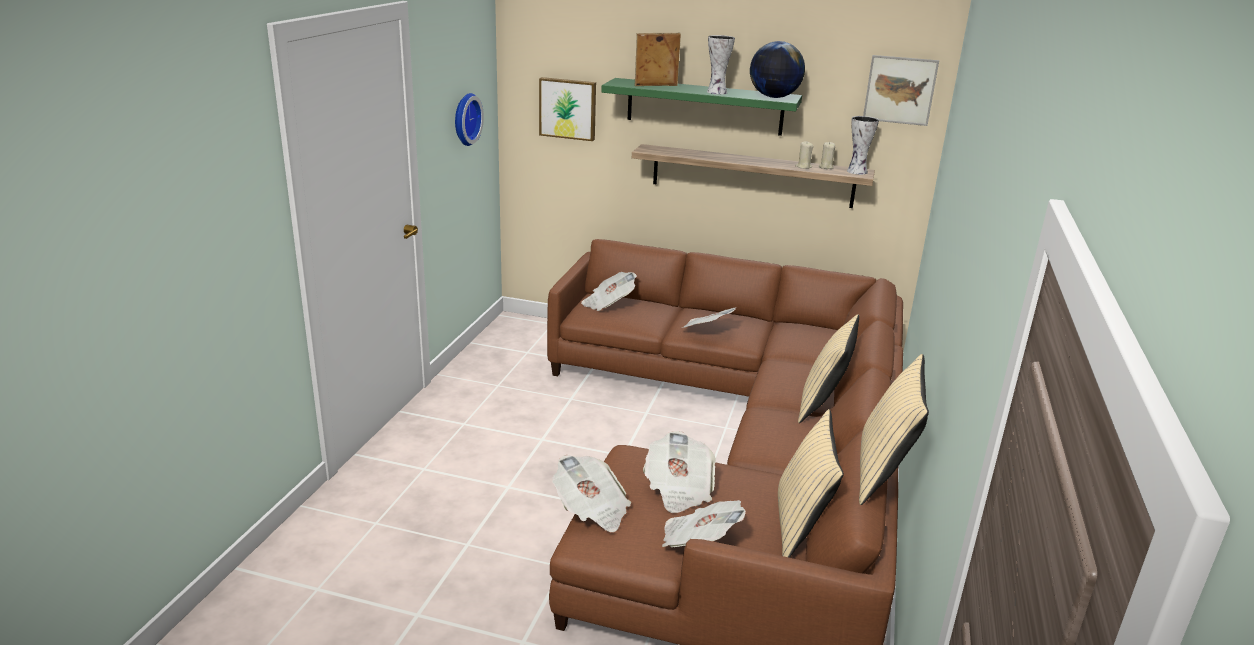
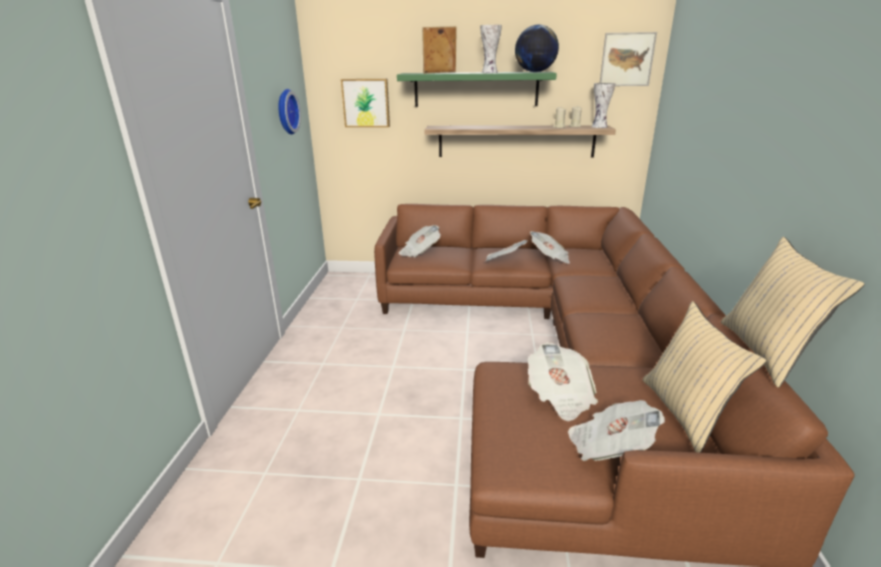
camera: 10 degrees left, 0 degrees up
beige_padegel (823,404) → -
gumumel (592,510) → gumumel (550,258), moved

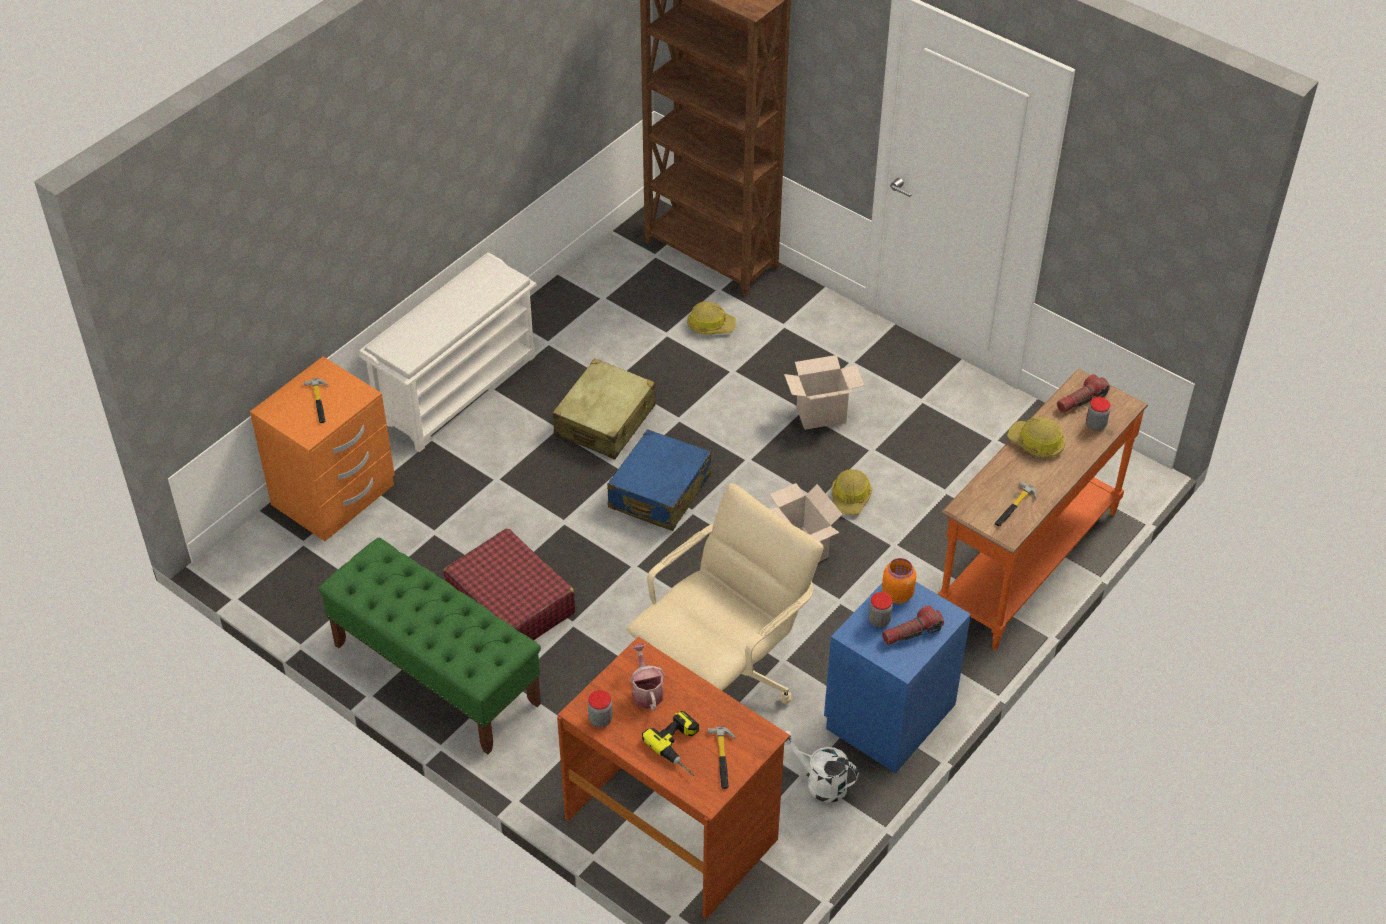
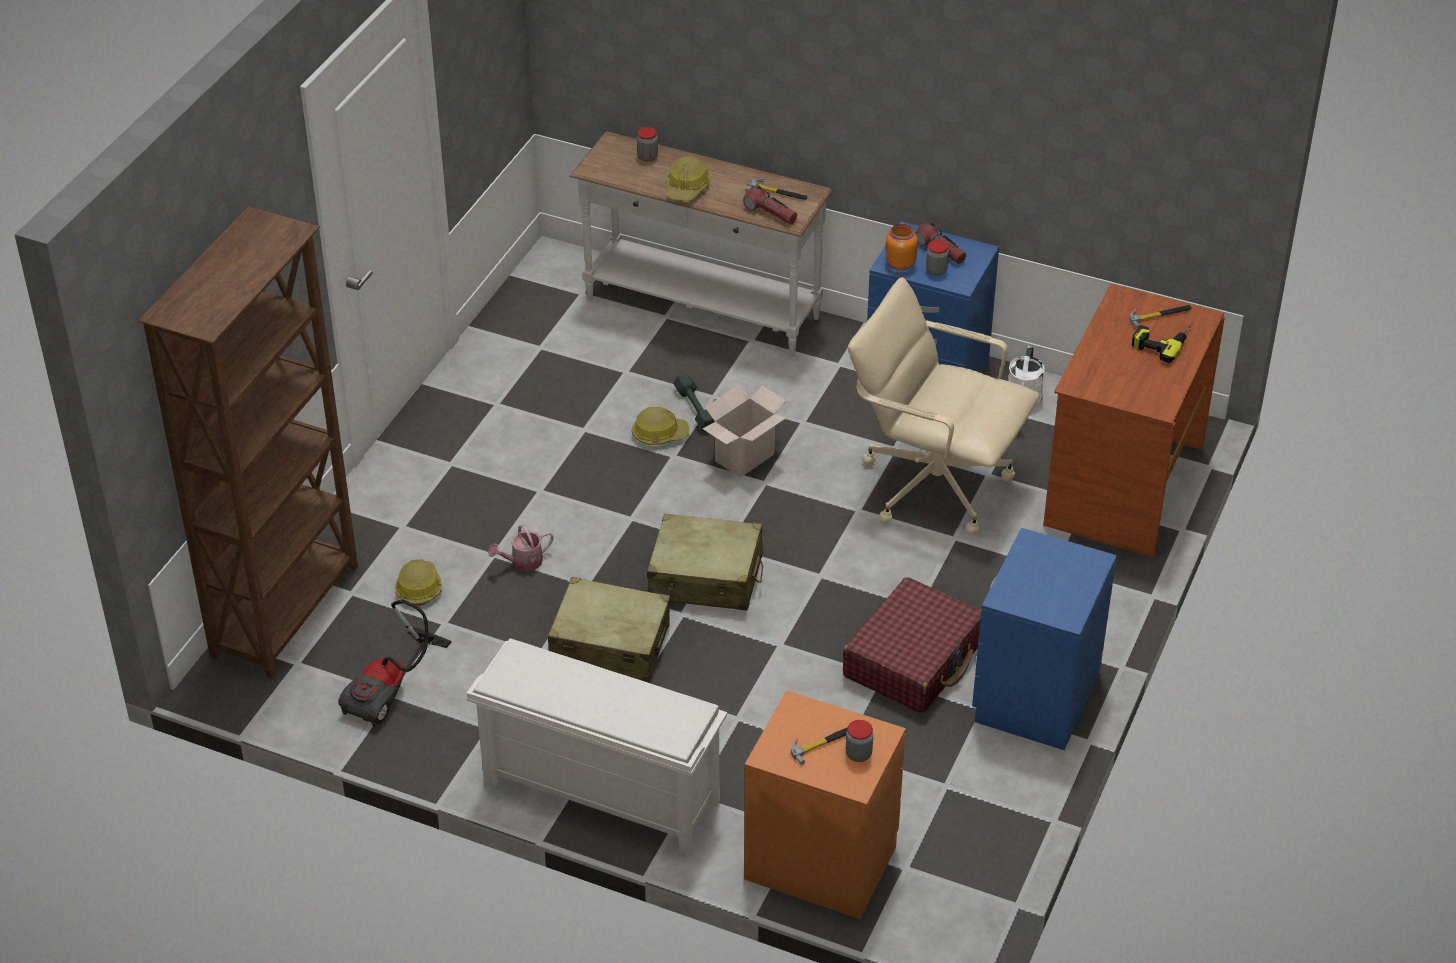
camera: 105 degrees left, 5 degrees down
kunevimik (822,414) → -
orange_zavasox (1026,562) → white_zavasox (701,310)
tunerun (1081,400) → tunerun (770,213), moved
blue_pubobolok (659,492) → beige_pubobolok (706,577)
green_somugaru (435,674) → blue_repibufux (1034,695)
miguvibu (646,691) → miguvibu (523,562), moved
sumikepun (600,719) → sumikepun (858,754), moved
- → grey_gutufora (695,409)
- → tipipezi (393,689)

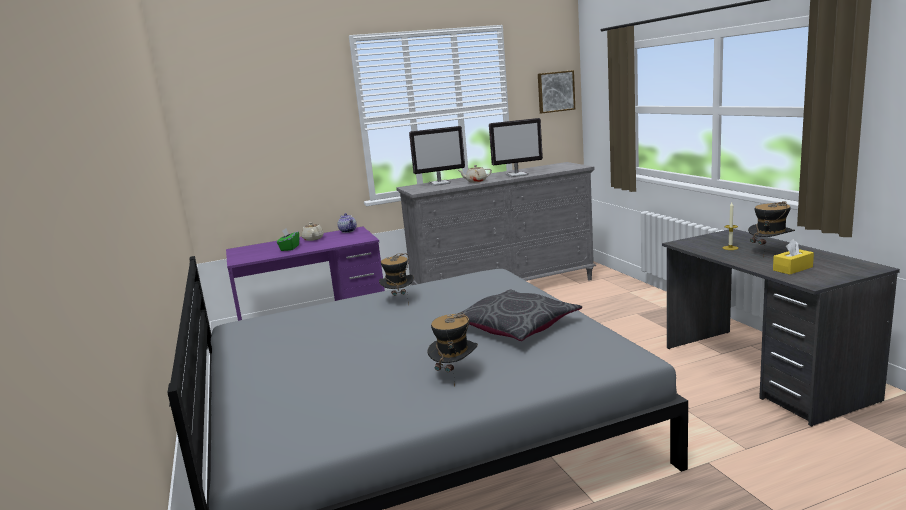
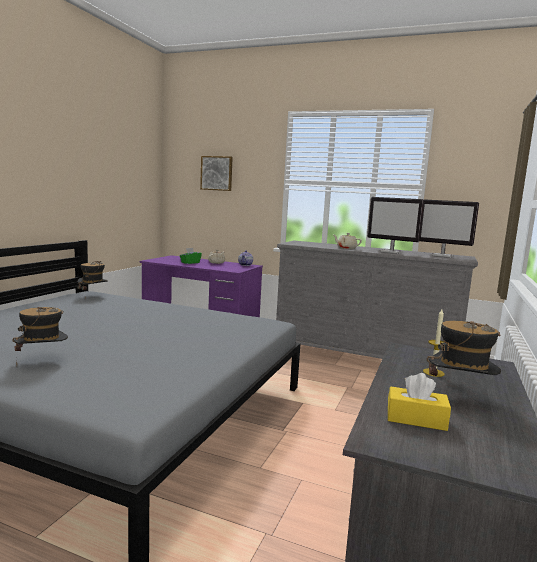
camera: 40 degrees right, 5 degrees down
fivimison (555,91) → fivimison (217,173), moved
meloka (440,183) → meloka (442,256), moved
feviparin (399,300) → feviparin (93,296), moved
grey_padegel (516,326) → -

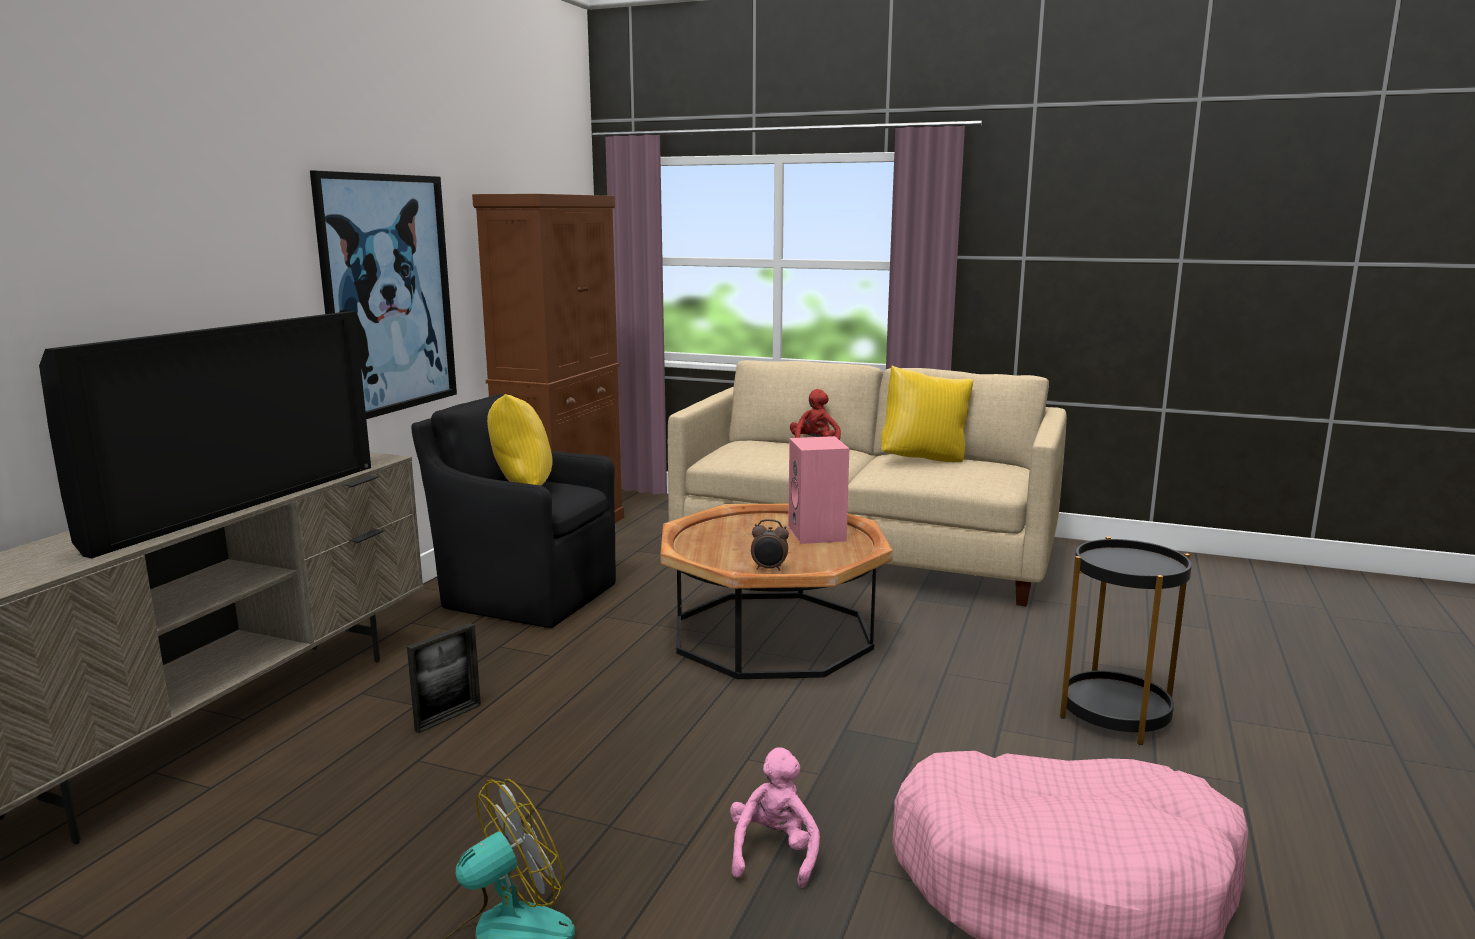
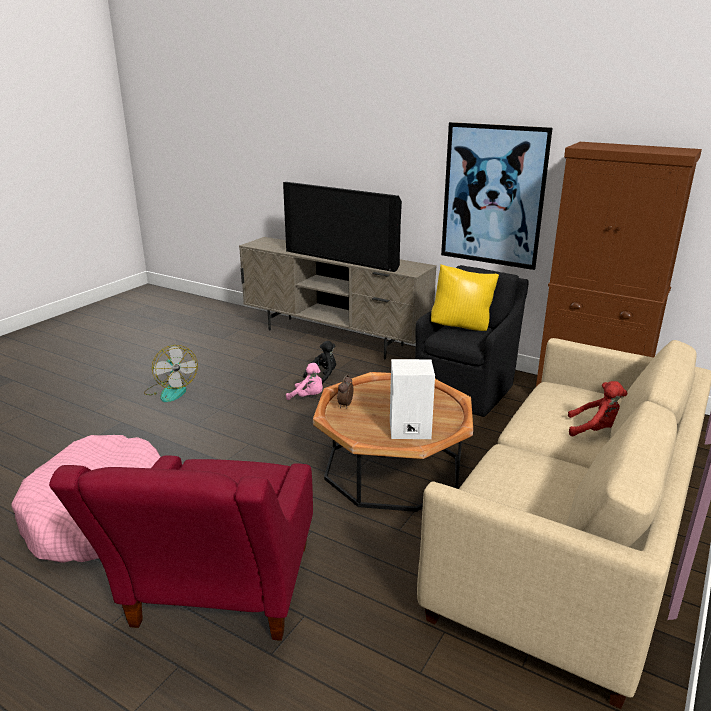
camera: 100 degrees right, 10 degrees up
yellow_padegel (924,459) → -
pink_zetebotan (818,534) → white_zetebotan (408,430)
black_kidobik (1115,715) → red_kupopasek (218,597)
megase (448,717) → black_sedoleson (323,376)
pink_sedoleson (774,853) → pink_sedoleson (308,397), moved

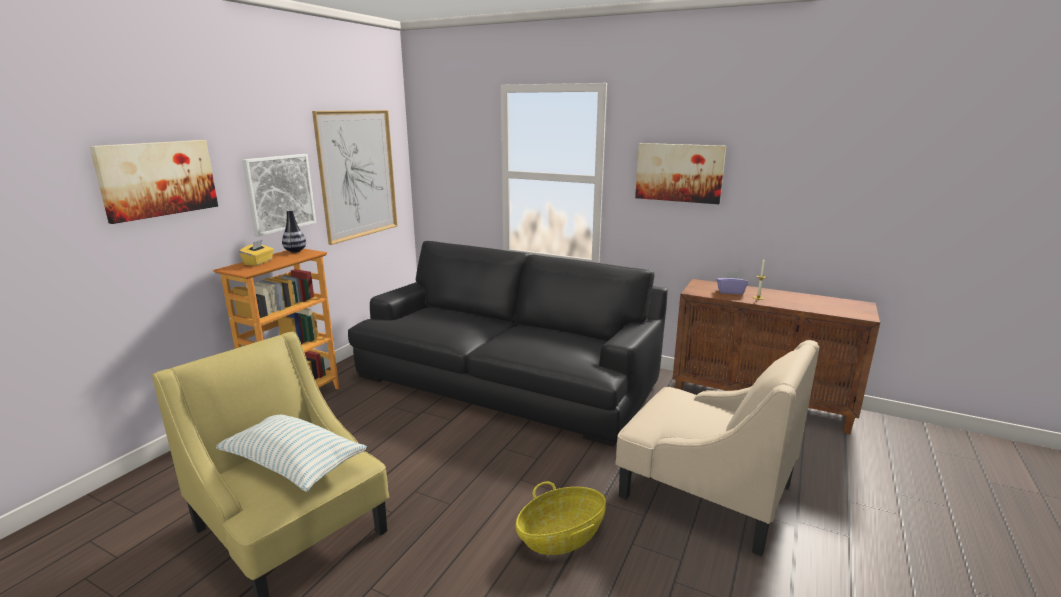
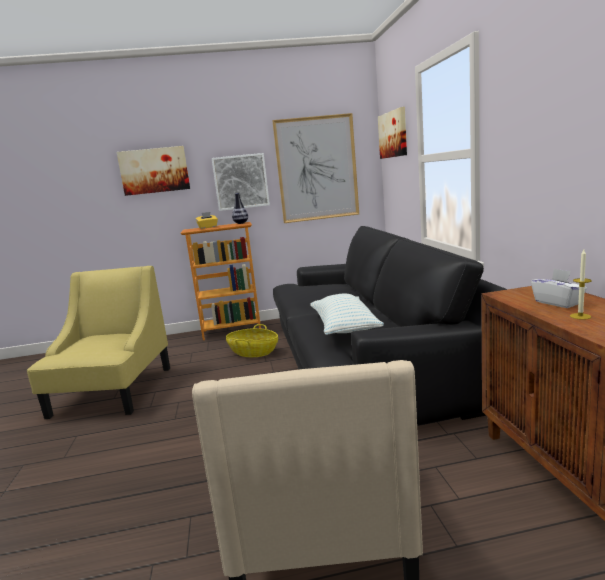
camera: 55 degrees right, 5 degrees down
fivimison (679,172) → fivimison (393,134), moved
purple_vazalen (730,292) → white_vazalen (557,303)
padegel (293,464) → padegel (344,327), moved
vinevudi (561,536) → vinevudi (253,352), moved

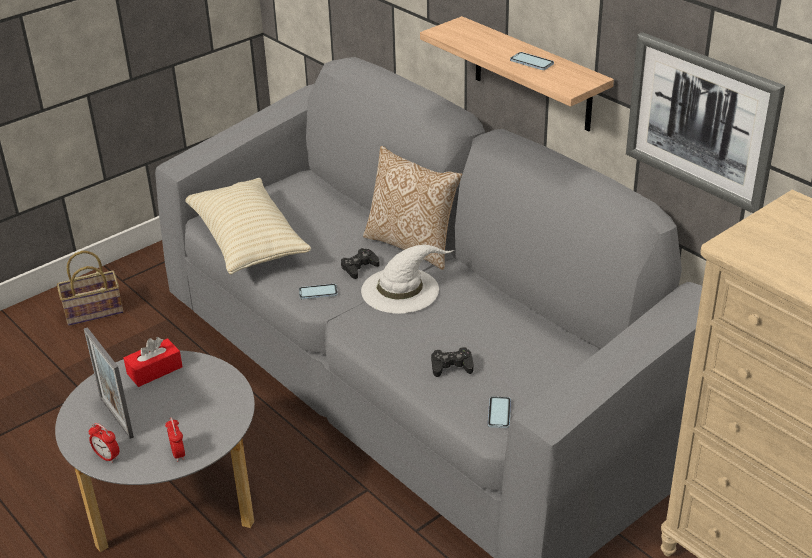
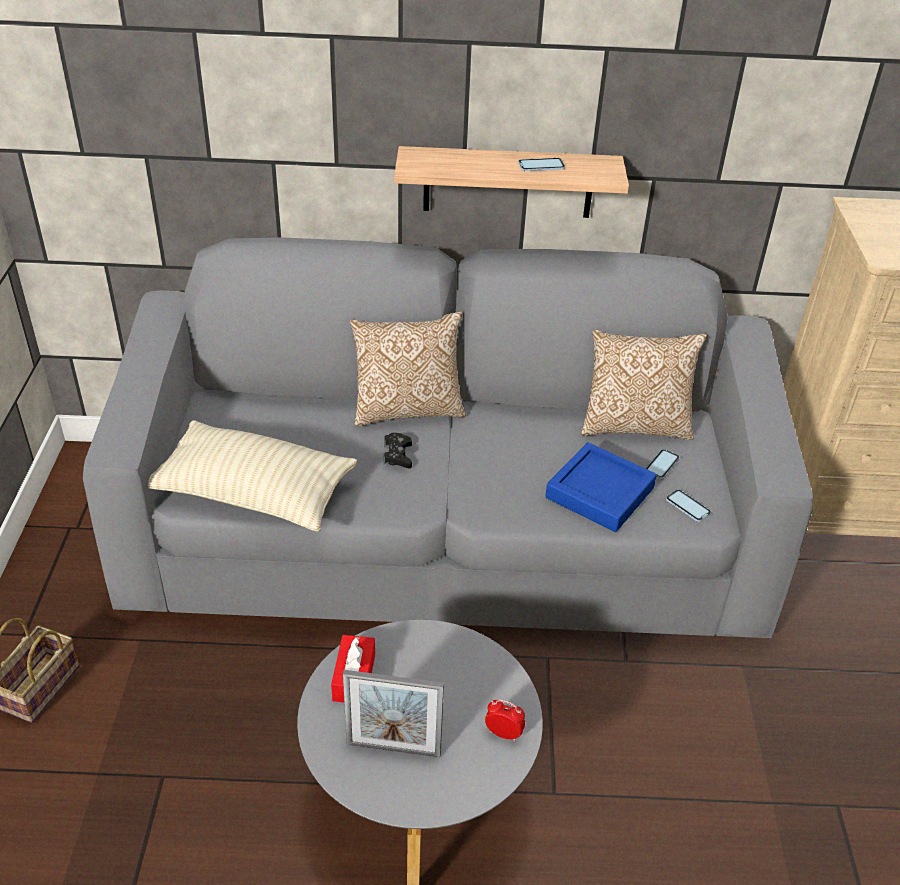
camera: 50 degrees left, 5 degrees up
fivimison (701,121) → -
white_feviparin (401,289) → -
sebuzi (318,293) → sebuzi (662,465), moved
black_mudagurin (451,366) → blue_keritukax (599,493)
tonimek (107,457) → -
- → padegel (635,425)

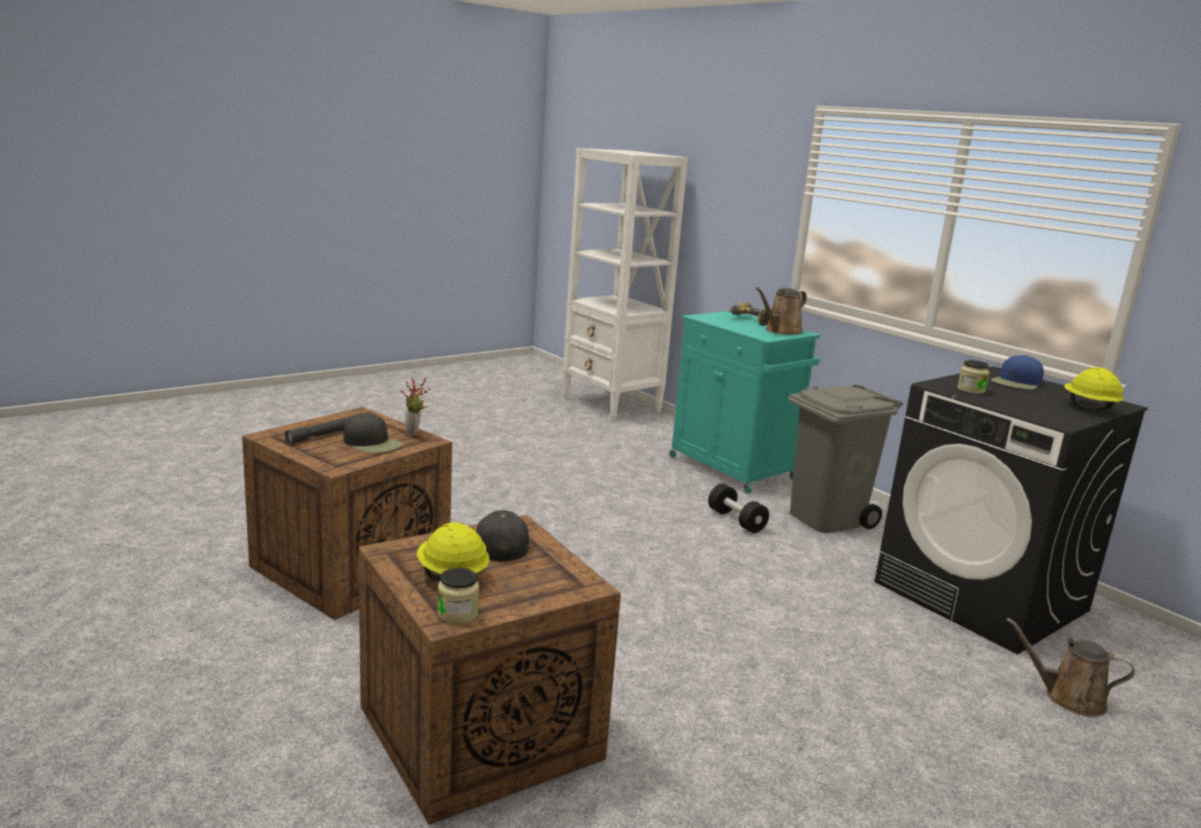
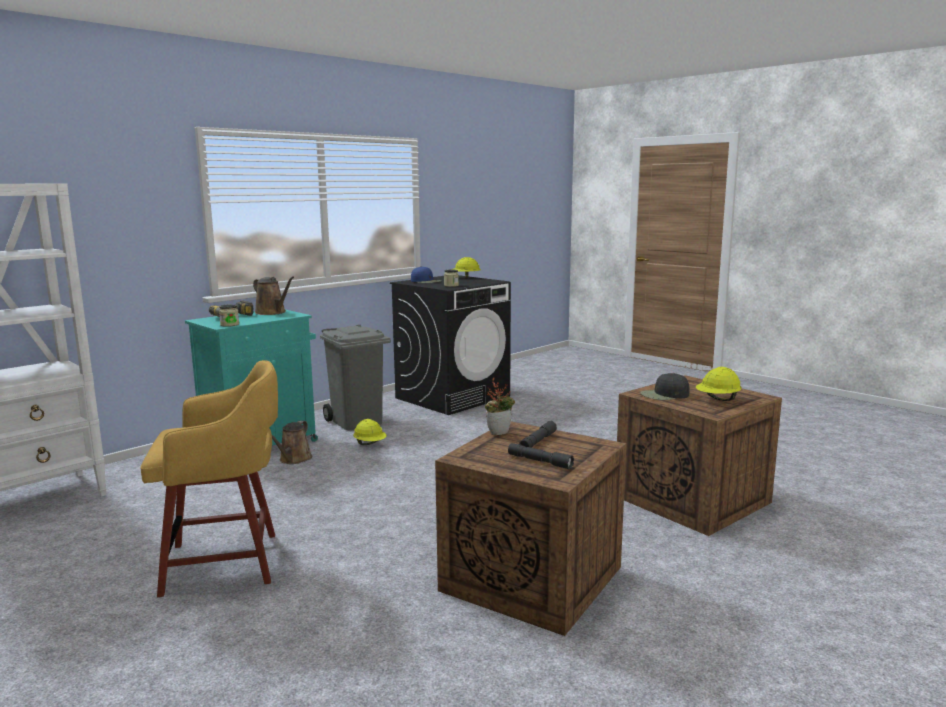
camera: 95 degrees left, 5 degrees down
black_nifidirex (372,443) → grey_tunerun (538,441)
black_gutufora (736,520) → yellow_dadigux (370,444)
sumikepun (457,613) → sumikepun (229,324), moved
brown_miguvibu (1068,698) → brown_miguvibu (294,459), moved
- → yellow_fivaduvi (226,563)

